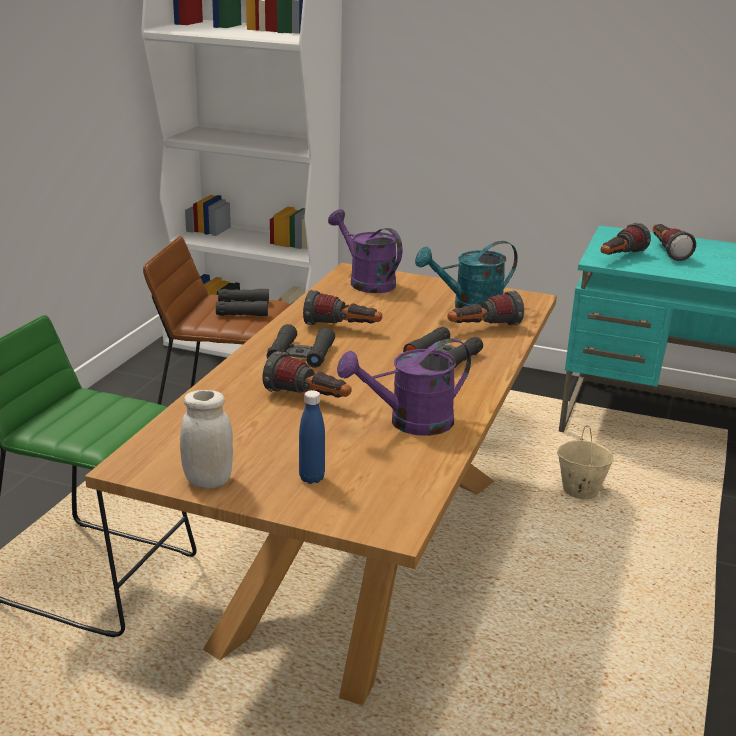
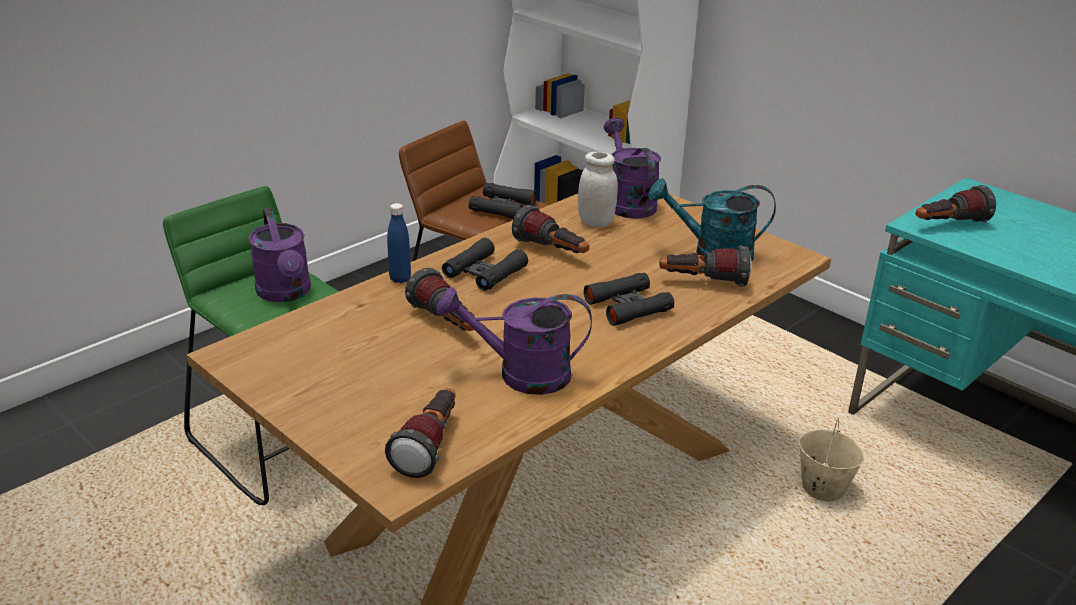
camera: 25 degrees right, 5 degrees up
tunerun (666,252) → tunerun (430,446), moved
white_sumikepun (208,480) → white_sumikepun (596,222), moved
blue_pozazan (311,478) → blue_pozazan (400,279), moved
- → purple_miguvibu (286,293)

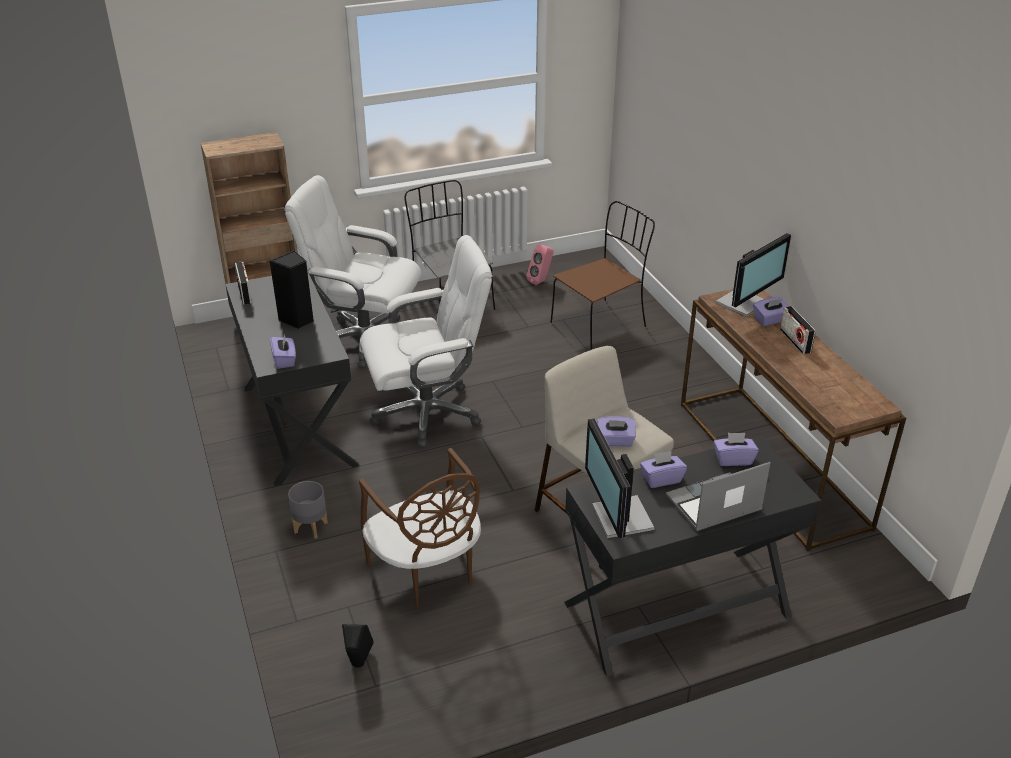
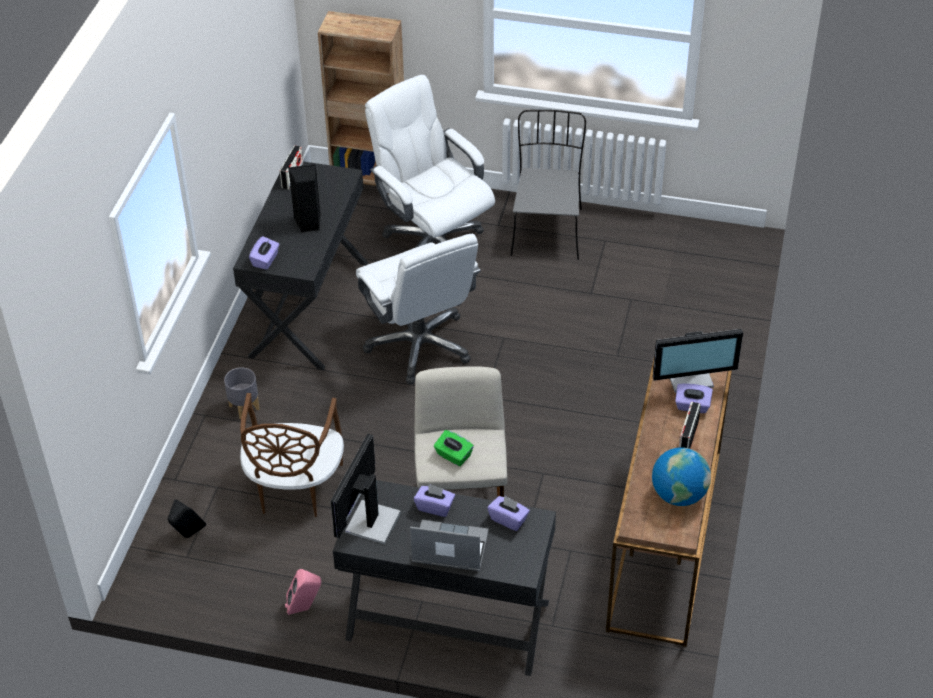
camera: 35 degrees right, 10 degrees up
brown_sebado (600,324) → -
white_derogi (428,413) → white_derogi (420,345), 45 degrees clockwise
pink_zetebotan (541,281) → pink_zetebotan (305,608), moved
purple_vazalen (615,441) → green_vazalen (453,456)
- → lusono (678,495)

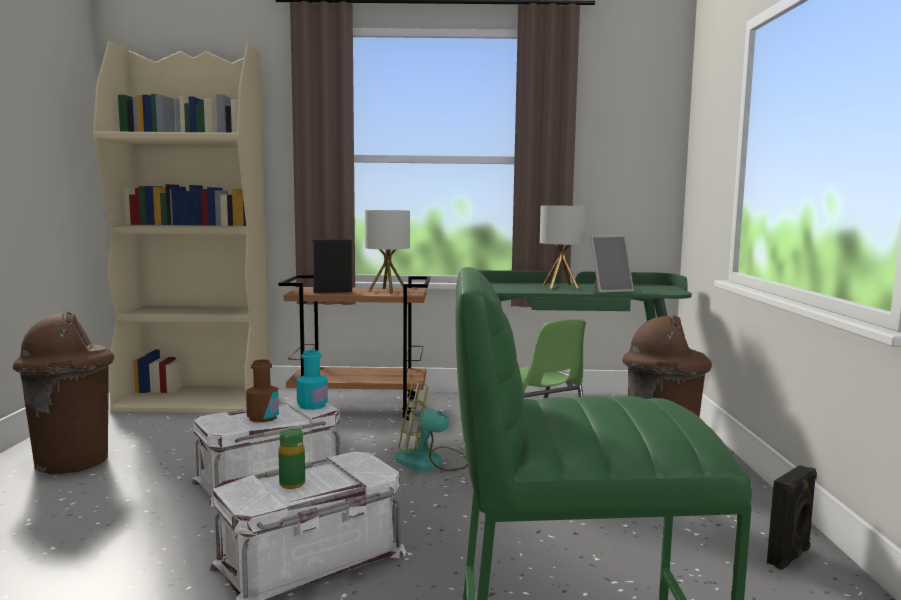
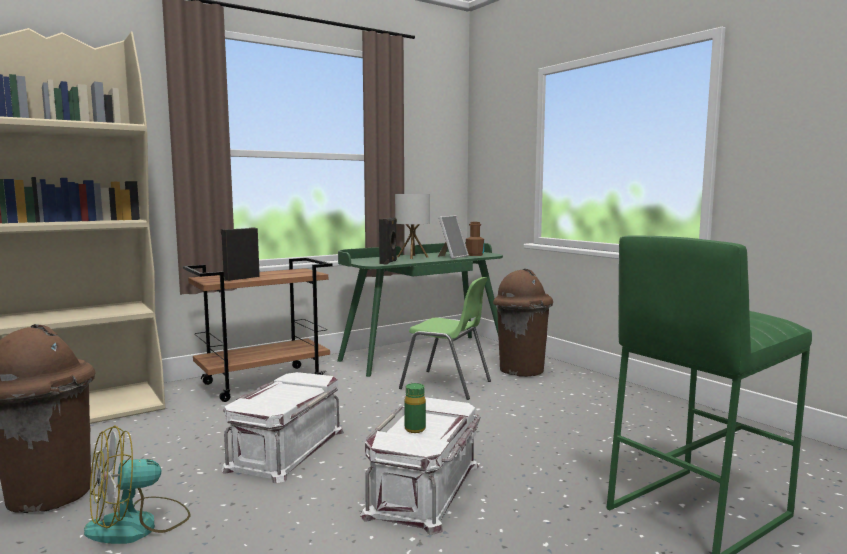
camera: 35 degrees left, 0 degrees up
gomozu (388,291) → -
turquoise_pozazan (312,405) → -
brown_pozazan (263,418) → brown_pozazan (474,255), moved
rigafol (430,462) → rigafol (138,525), moved
black_zetebotan (790,557) → black_zetebotan (389,262), moved

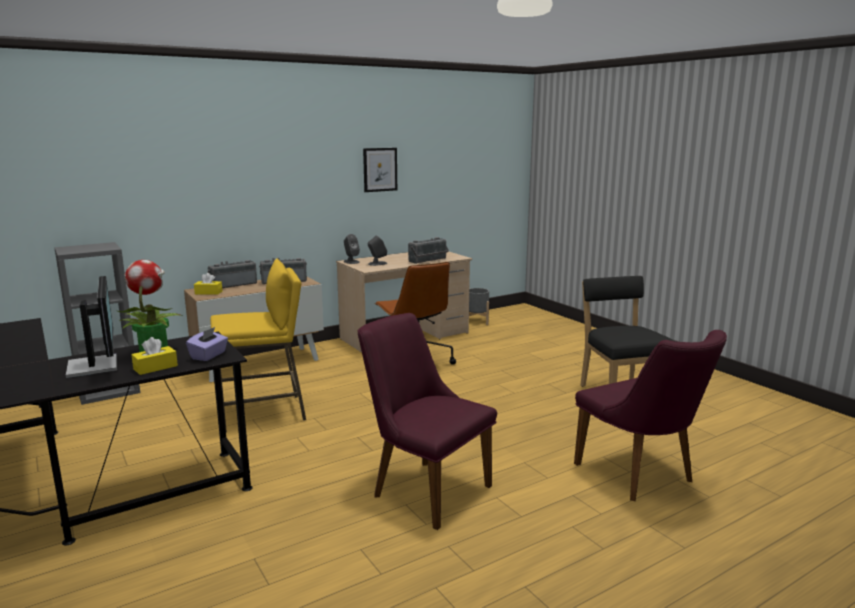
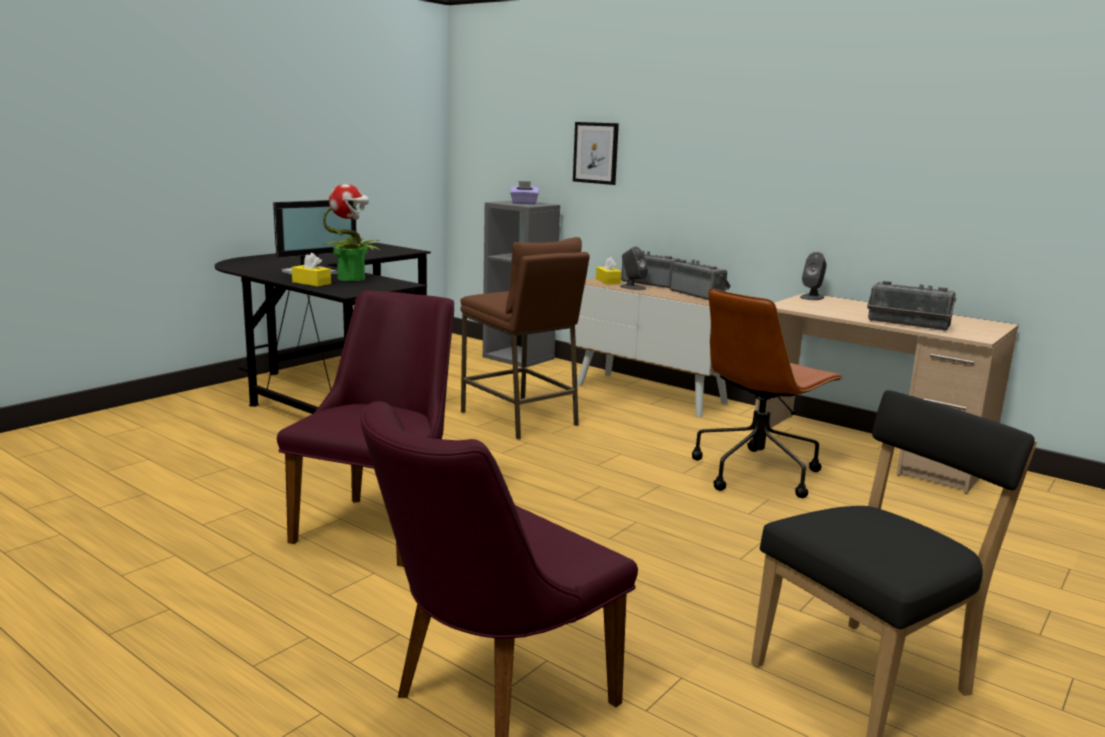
camera: 70 degrees right, 0 degrees up
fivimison (380,169) → fivimison (596,153), moved
grey_zetebotan (377,263) → grey_zetebotan (632,287), moved
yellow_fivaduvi (263,413) → brown_fivaduvi (520,418)
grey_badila (477,321) → -
purple_vazalen (209,355) → purple_vazalen (524,203), moved

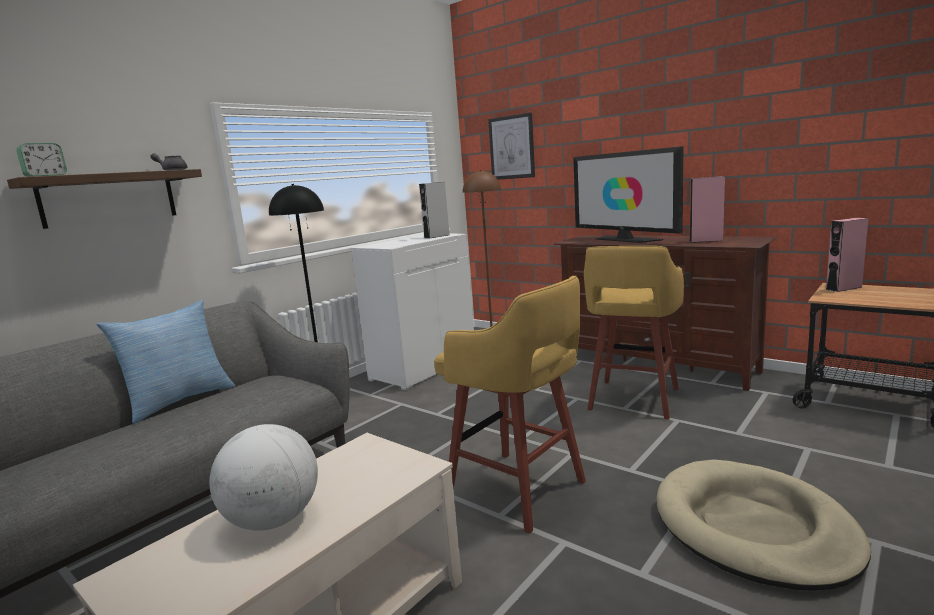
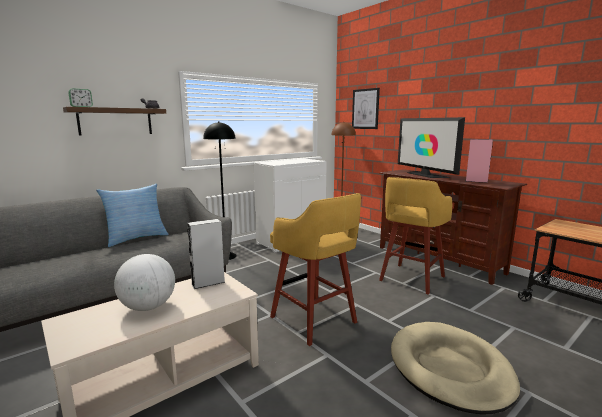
camera: 10 degrees right, 0 degrees up
grey_zetebotan (436,236) → grey_zetebotan (208,283), moved
pink_zetebotan (843,288) → -

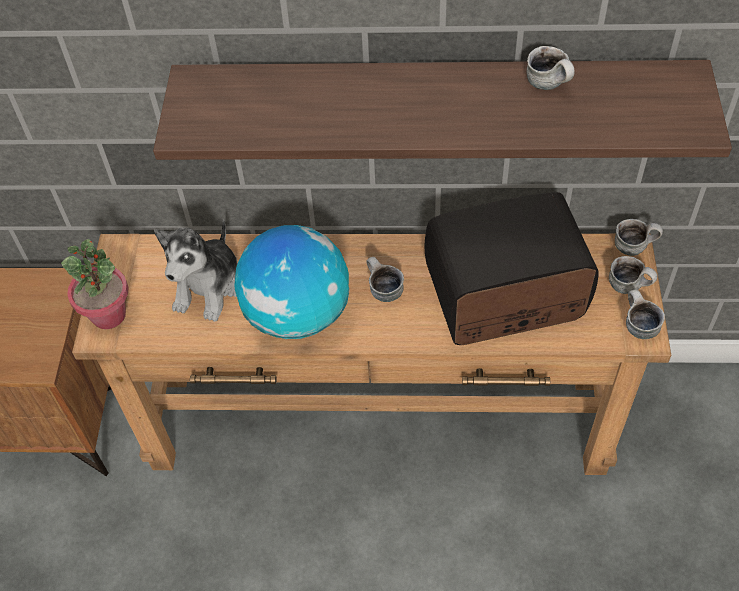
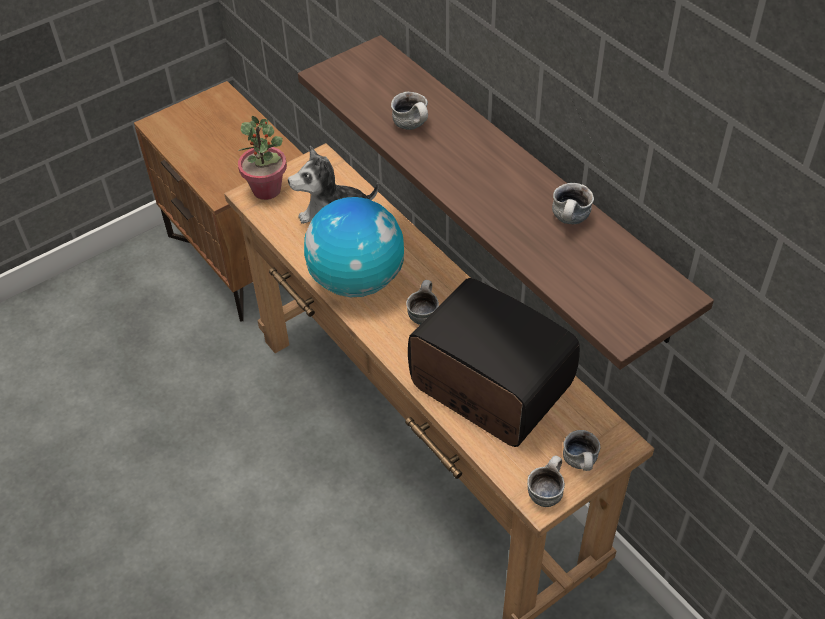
camera: 50 degrees right, 5 degrees down
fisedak (634,246) → fisedak (413,126), moved

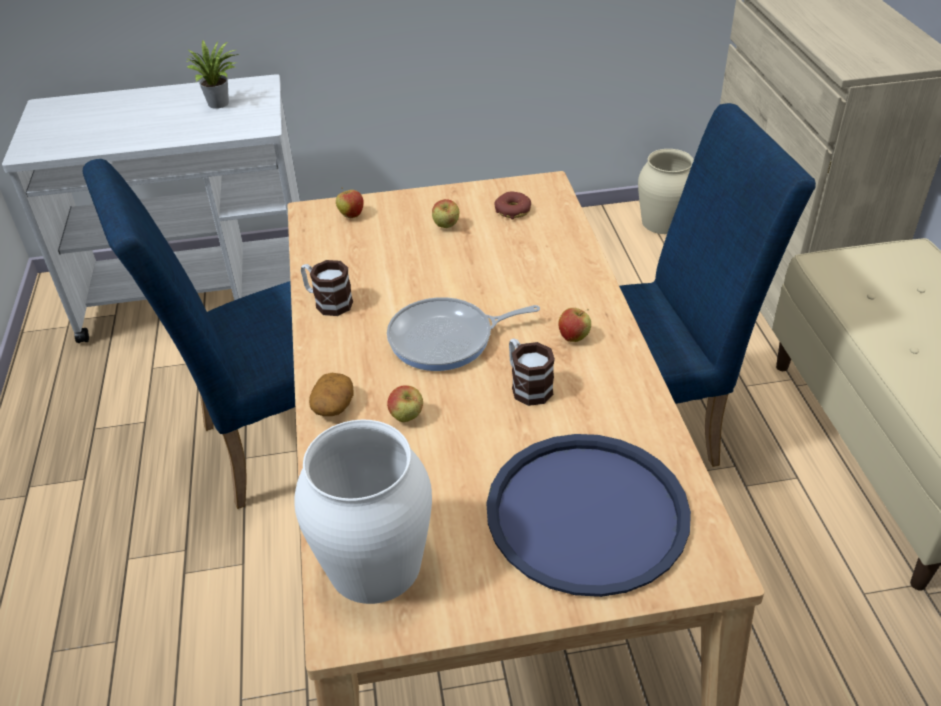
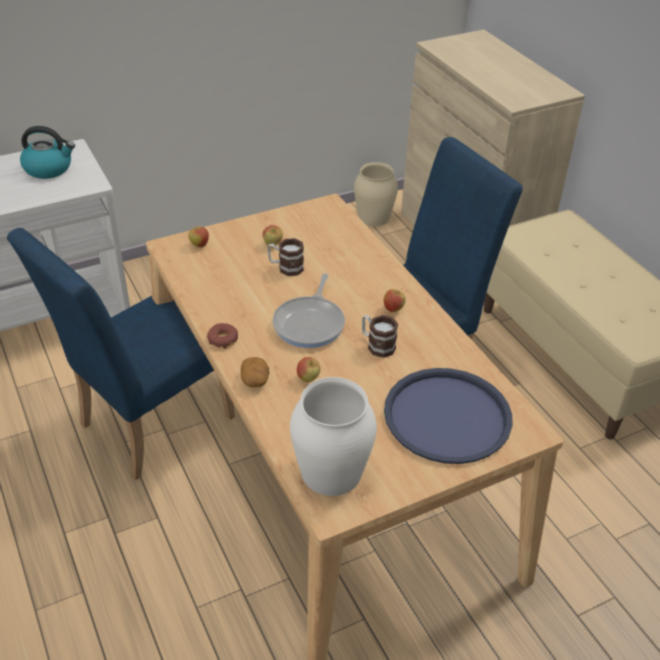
camera: 20 degrees left, 0 degrees up
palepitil (221,104) → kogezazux (49,168)
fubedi (513,210) → fubedi (223,339), moved
fisedak (327,302) → fisedak (285,267), moved
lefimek (447,339) → lefimek (310,323), 45 degrees counterclockwise

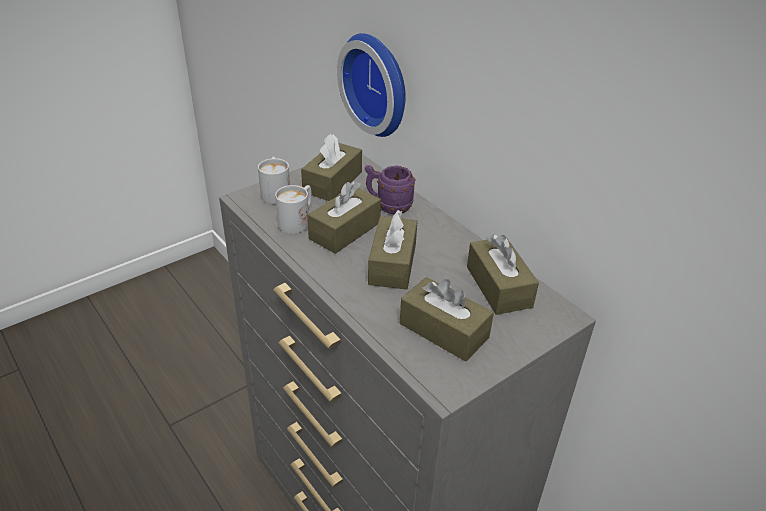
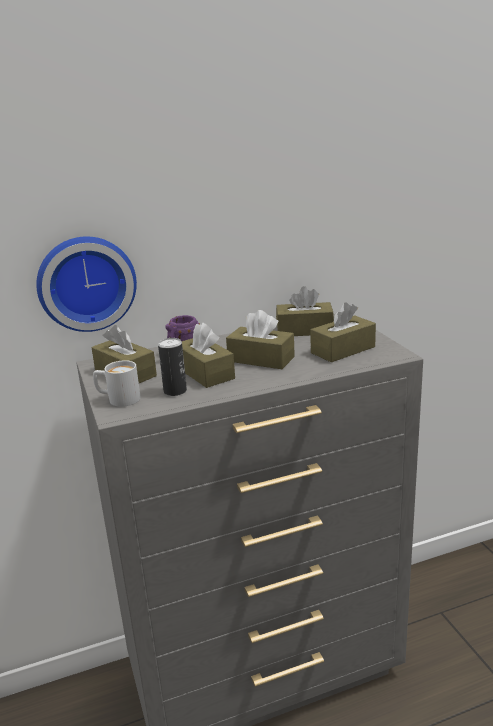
camera: 70 degrees left, 15 degrees down
white_fisedak (298,221) → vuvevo (175,391)

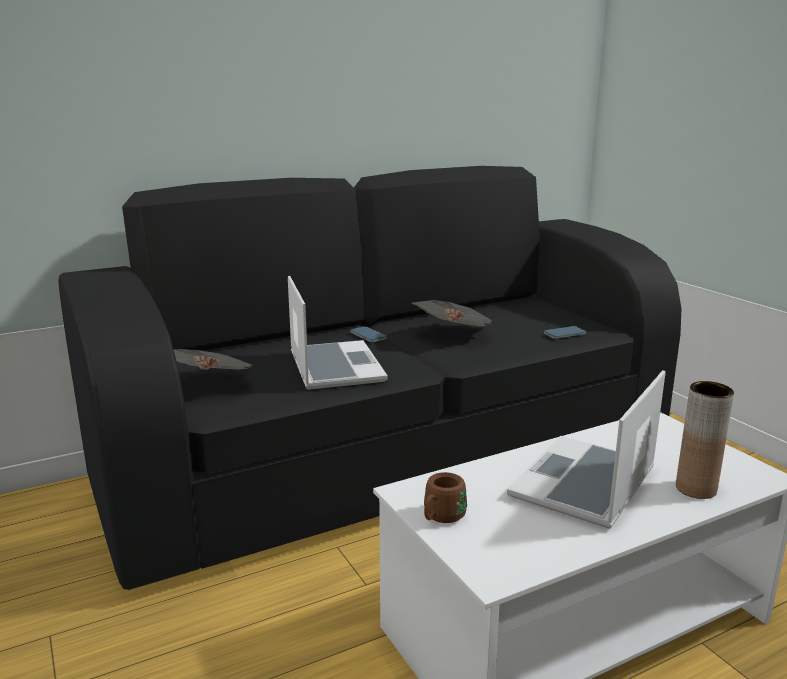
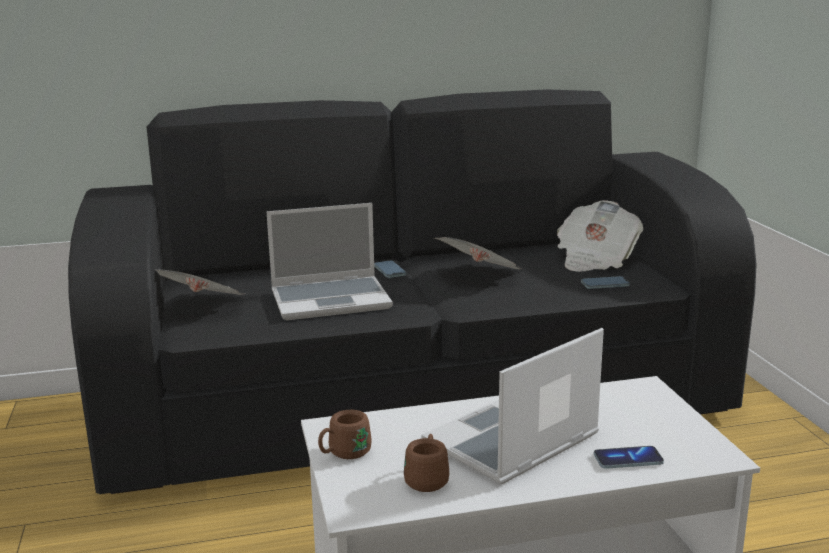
camera: 15 degrees right, 0 degrees up
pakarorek (334,367) → pakarorek (332,300), 75 degrees clockwise
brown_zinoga (696,489) → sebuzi (628,459)
- → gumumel (595,259)
- → brown_fisedak (427,478)

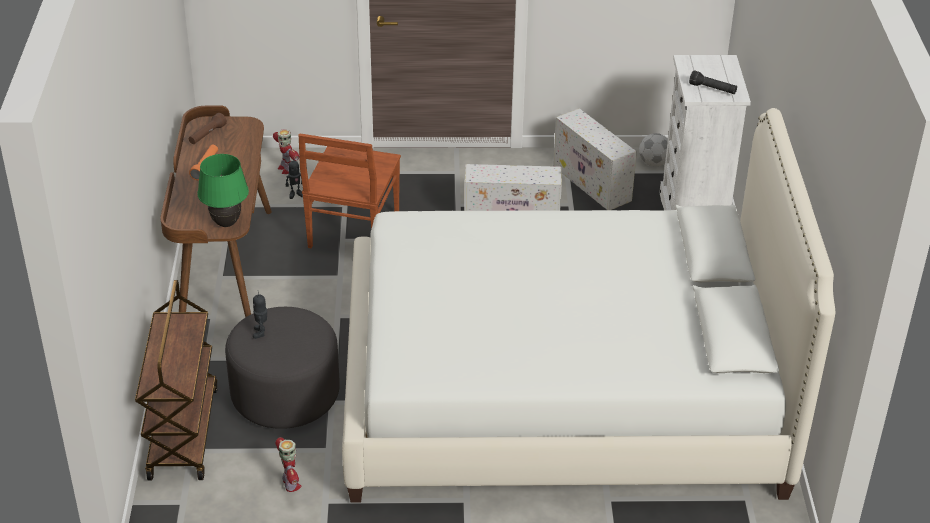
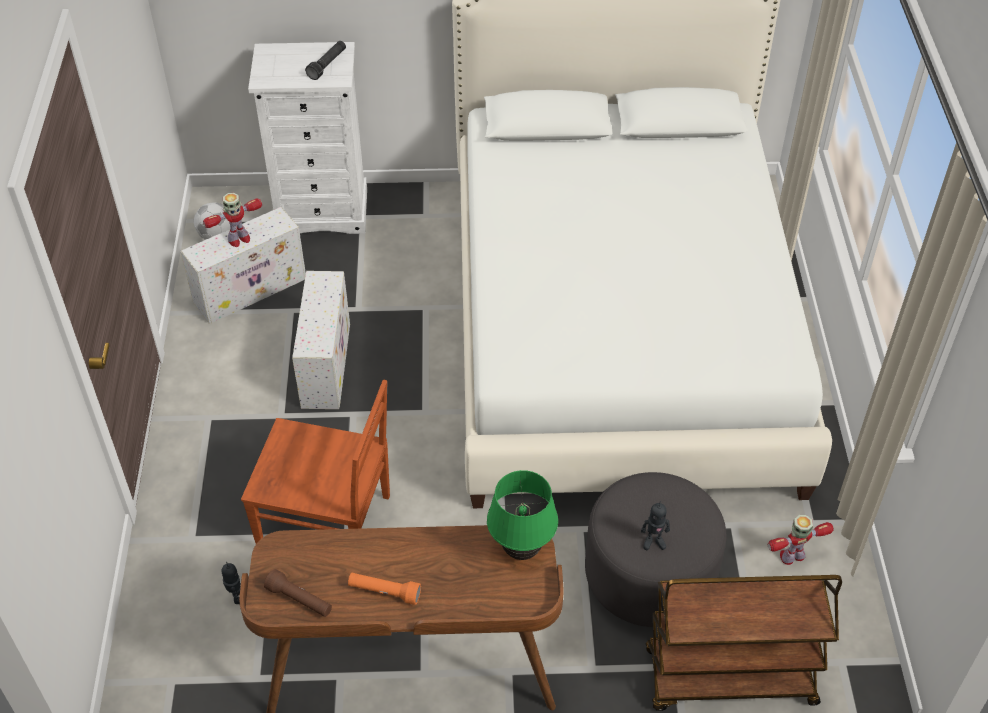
camera: 90 degrees left, 10 degrees up
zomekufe (286,168) → zomekufe (238,239), moved

